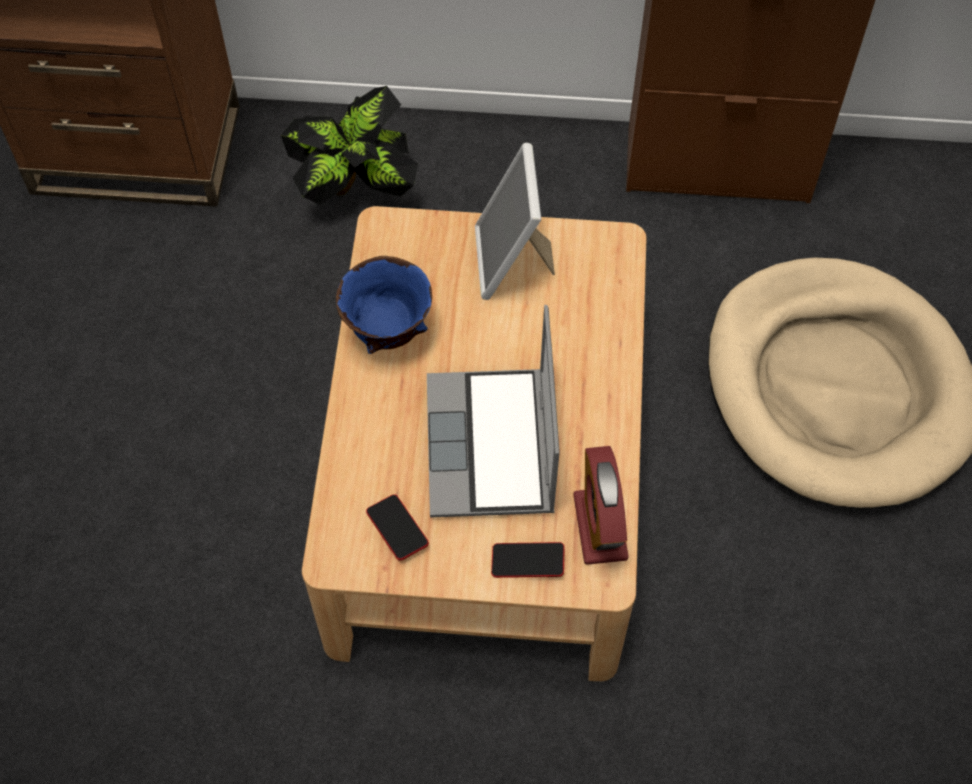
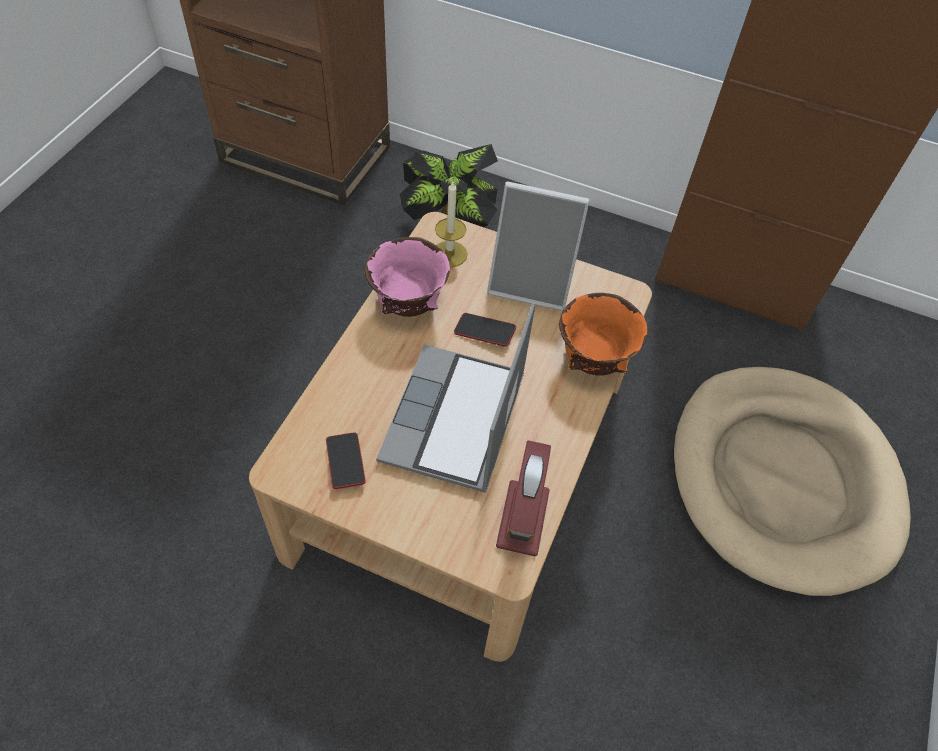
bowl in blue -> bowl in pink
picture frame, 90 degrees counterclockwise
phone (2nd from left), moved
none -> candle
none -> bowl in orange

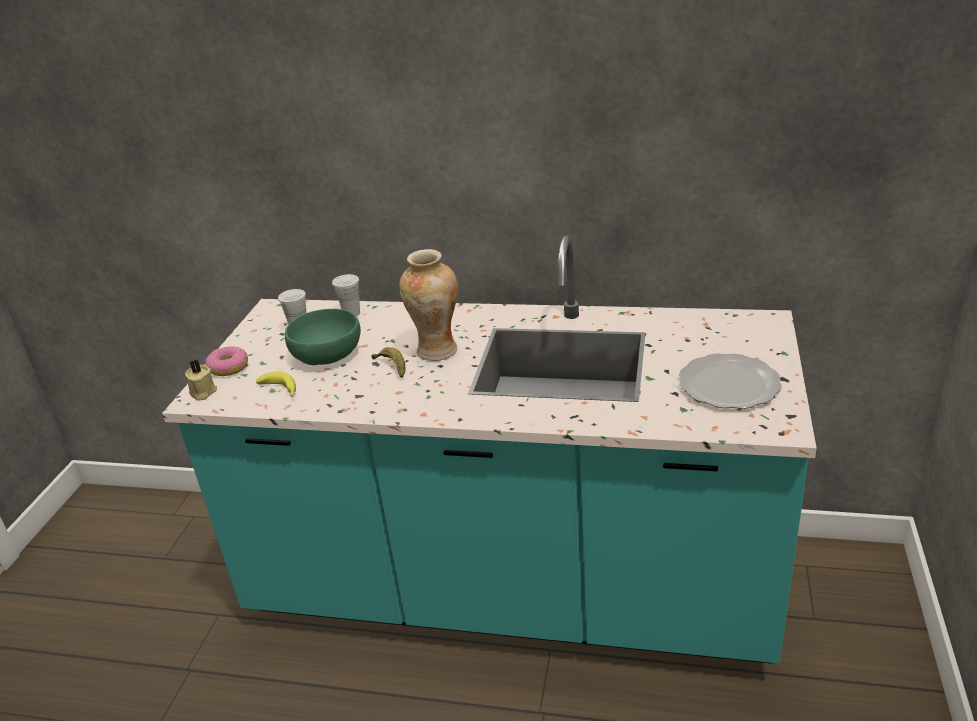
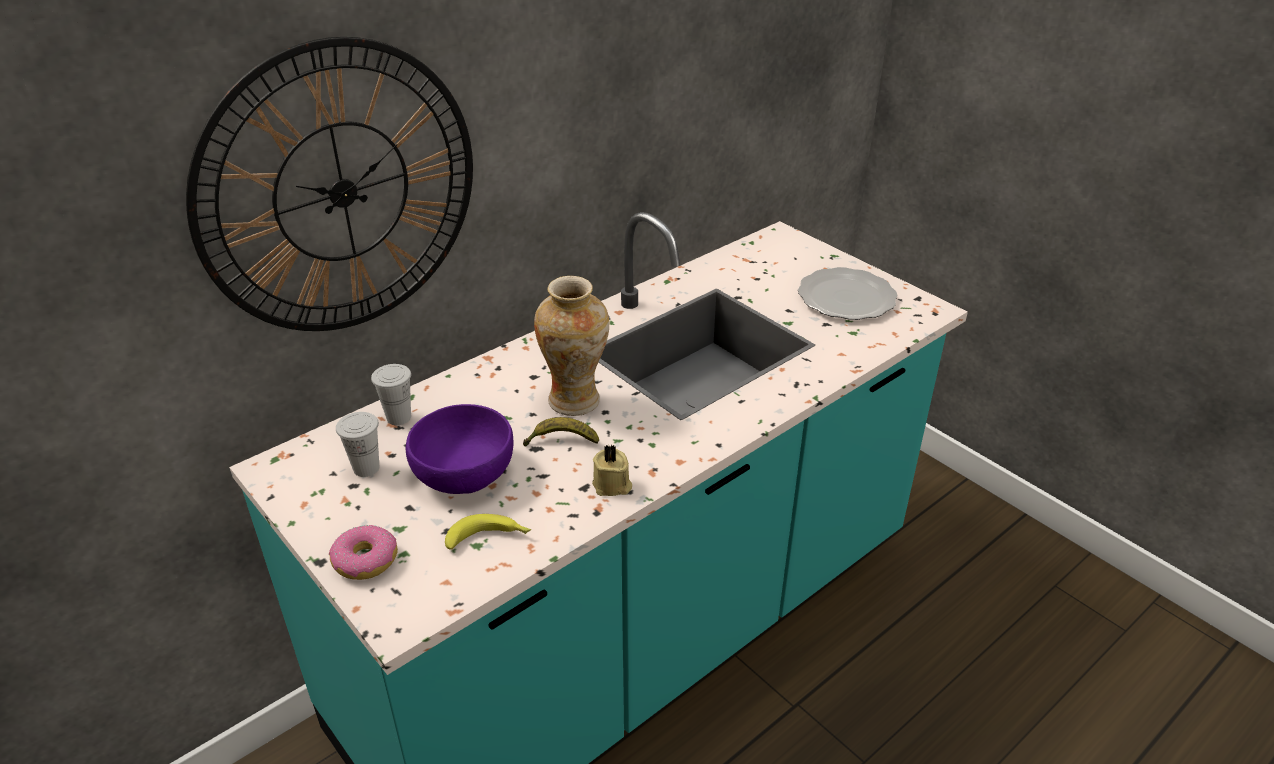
candle in beige, moved
bowl in green -> bowl in purple
none -> wall clock

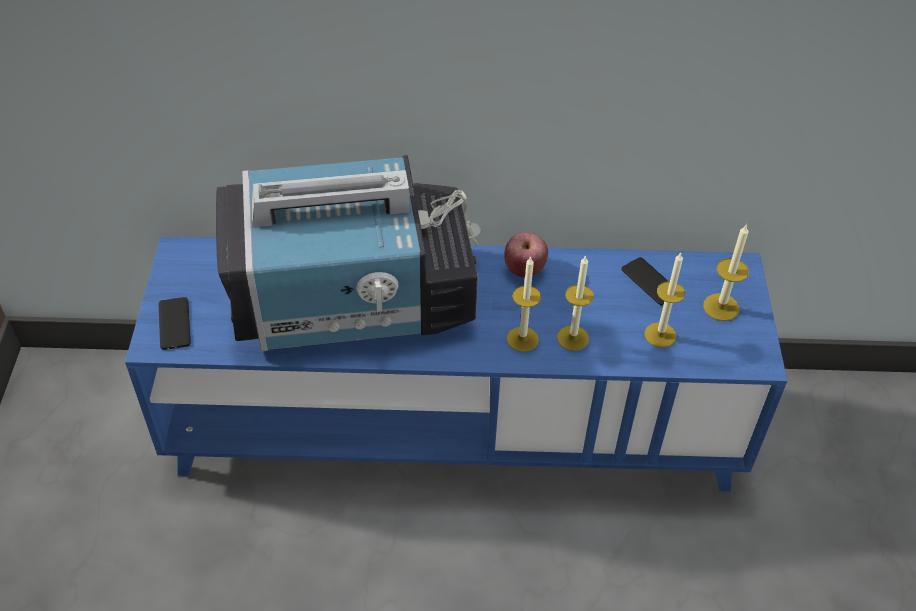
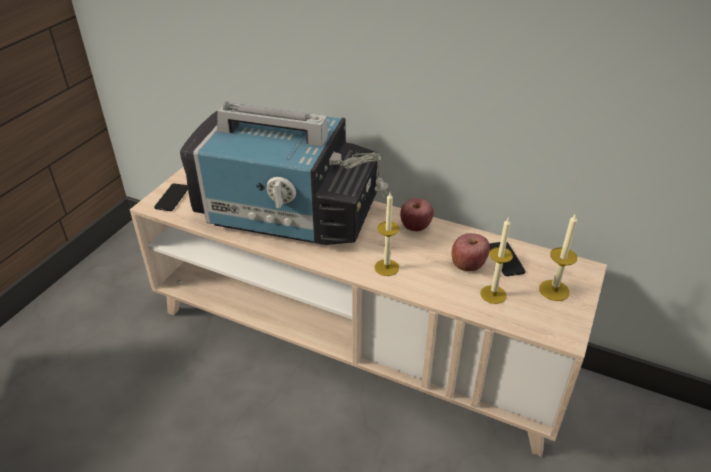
tv stand in blue -> tv stand in beige
candle (2nd from left) -> none
none -> apple (2nd from left)

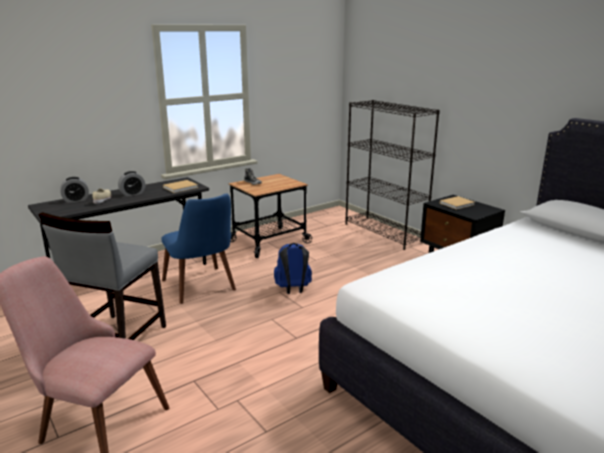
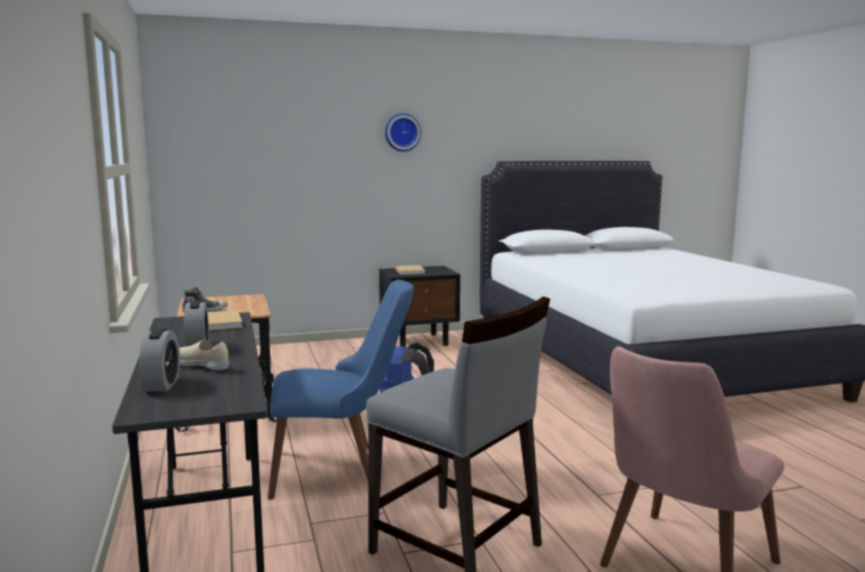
bookcase in black -> none
none -> wall clock

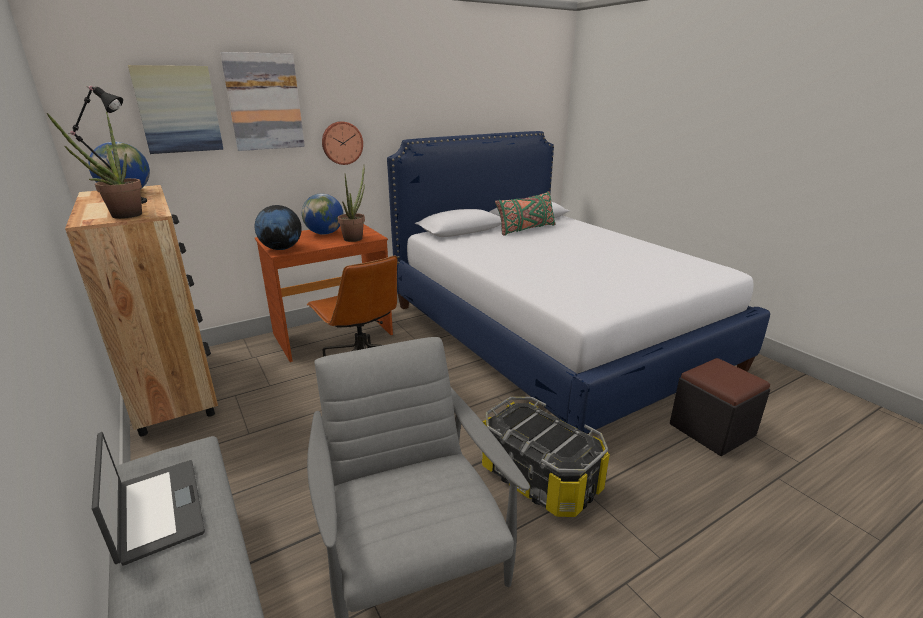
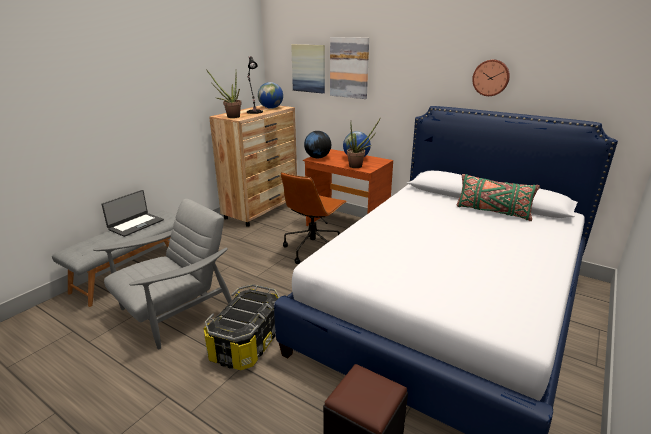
wall clock, moved

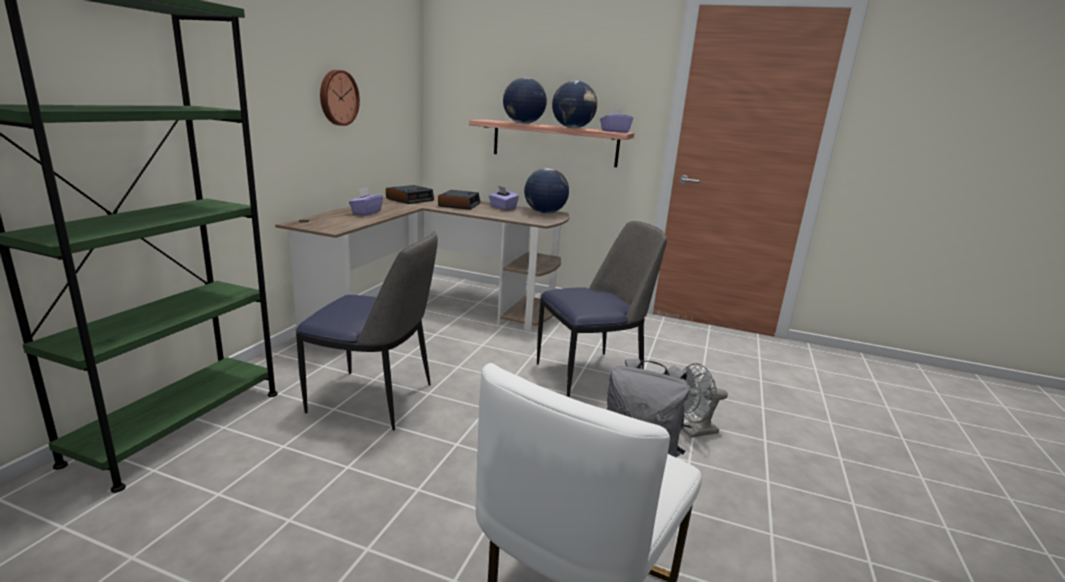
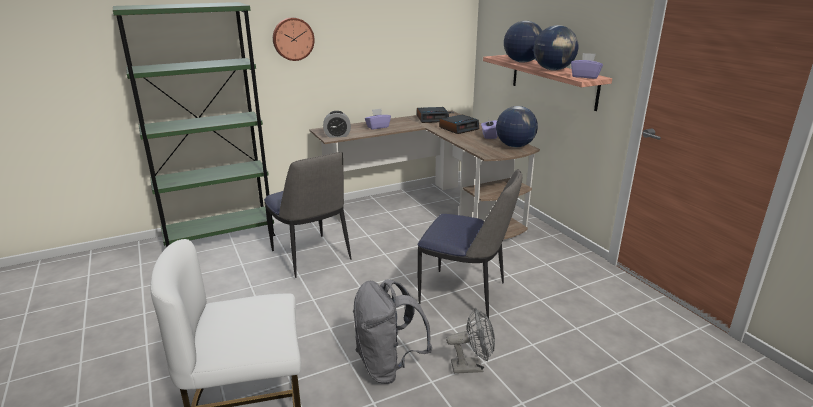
wall clock, moved
fan in grey, 150 degrees clockwise
none -> alarm clock (1st from left)

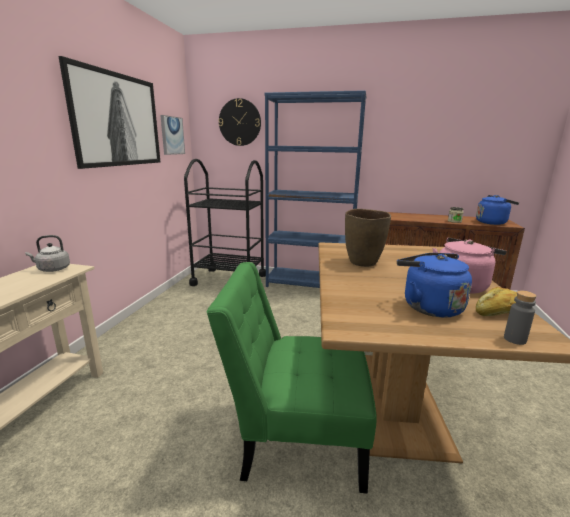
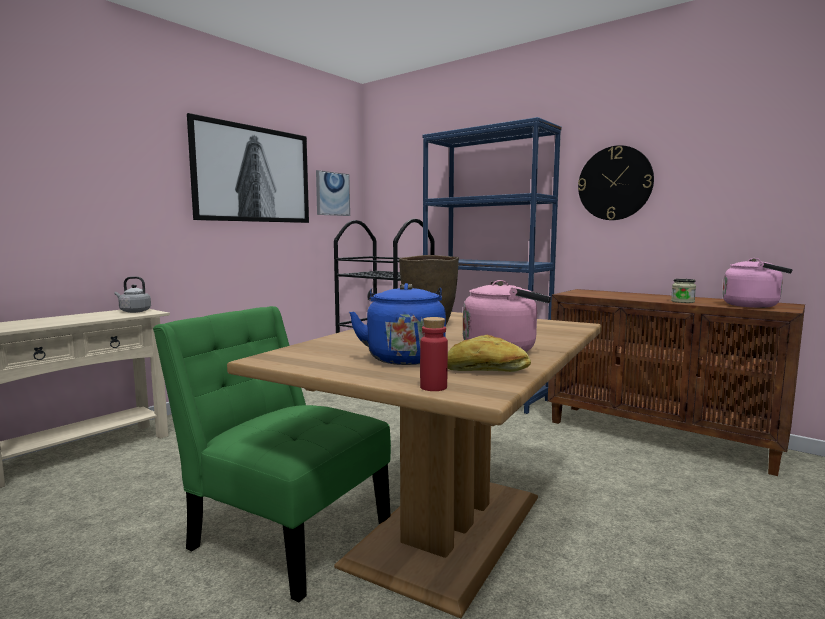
wall clock, moved
kettle in blue (2nd from left) -> kettle in pink (2nd from left)
bottle in grey -> bottle in red

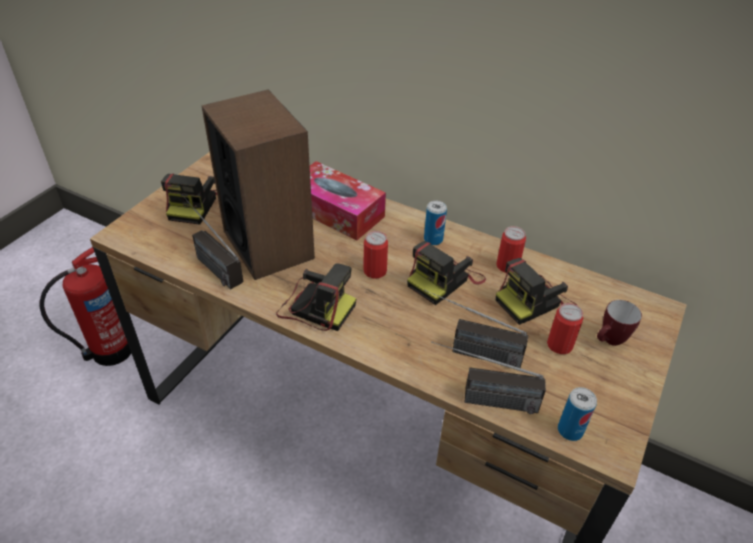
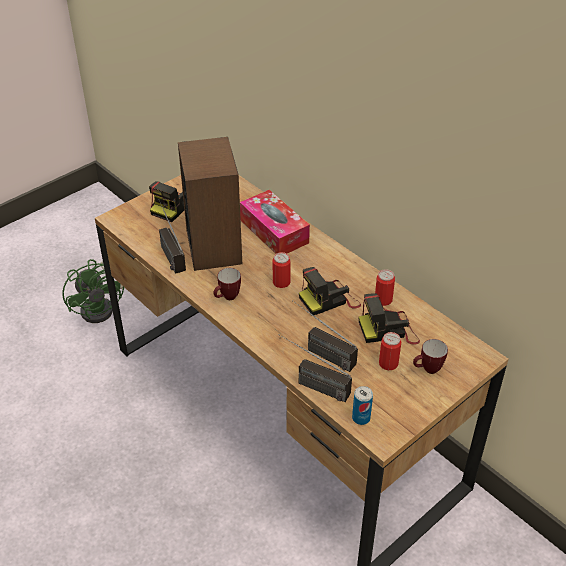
fire extinguisher -> fan in green
photo camera (2nd from left) -> mug (1st from left)
can (2nd from left) -> none

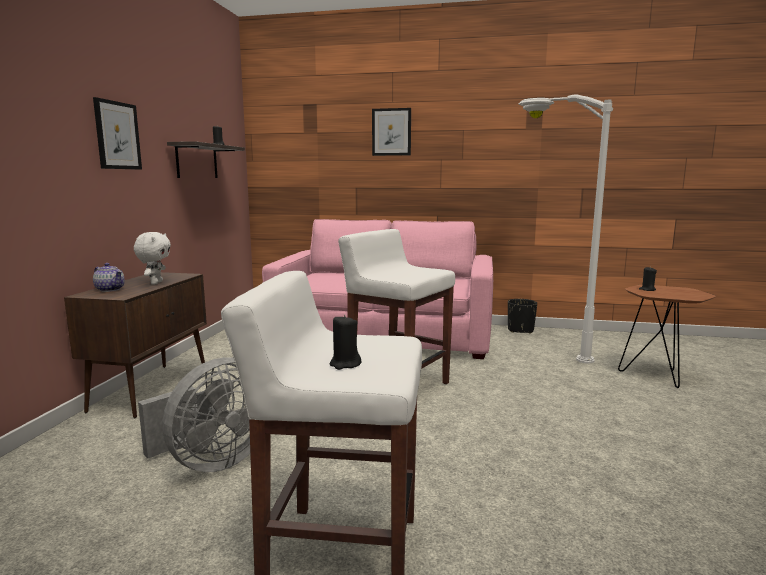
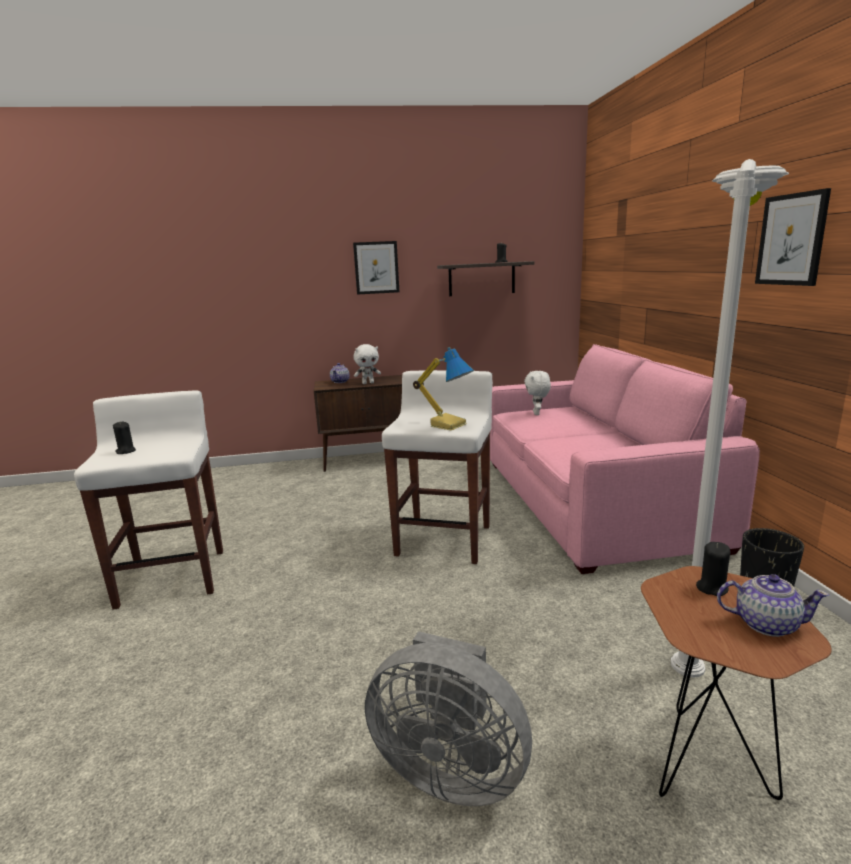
fan in grey, moved
picture (2nd from left), moved
none -> table lamp
none -> plush toy in white (2nd from left)
none -> teapot (2nd from left)

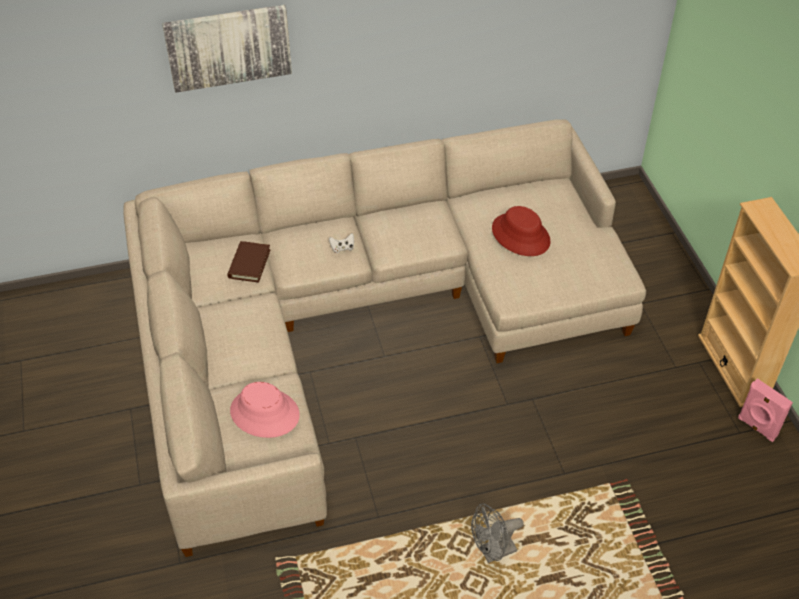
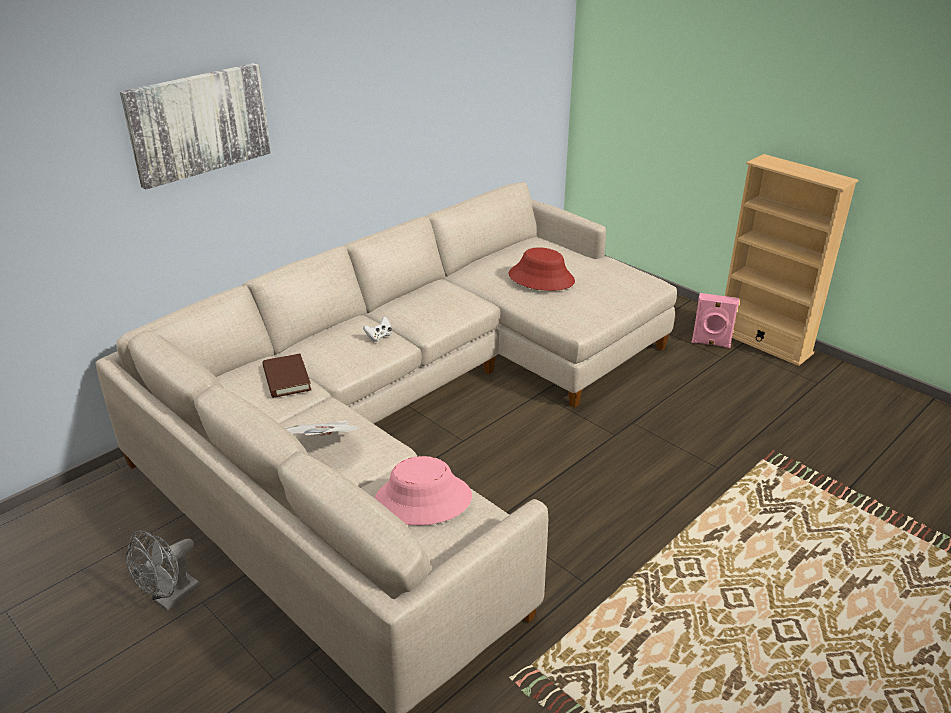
fan in grey, moved
speaker in pink, moved
none -> newspaper

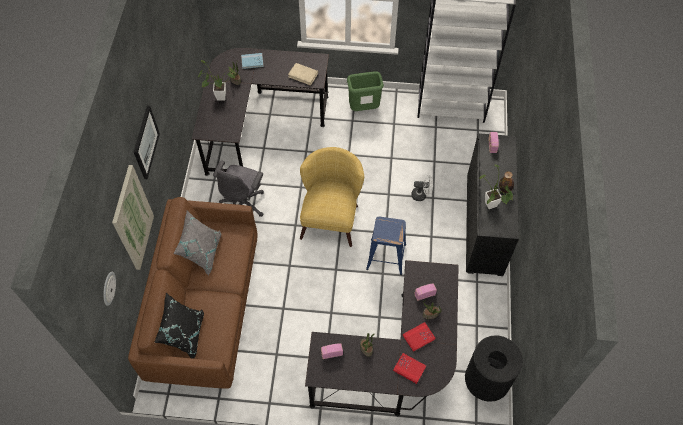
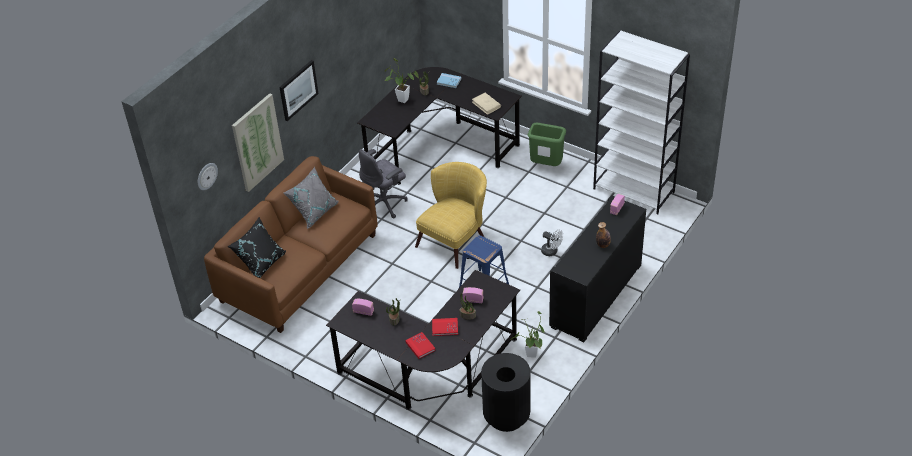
potted plant (5th from left), moved

